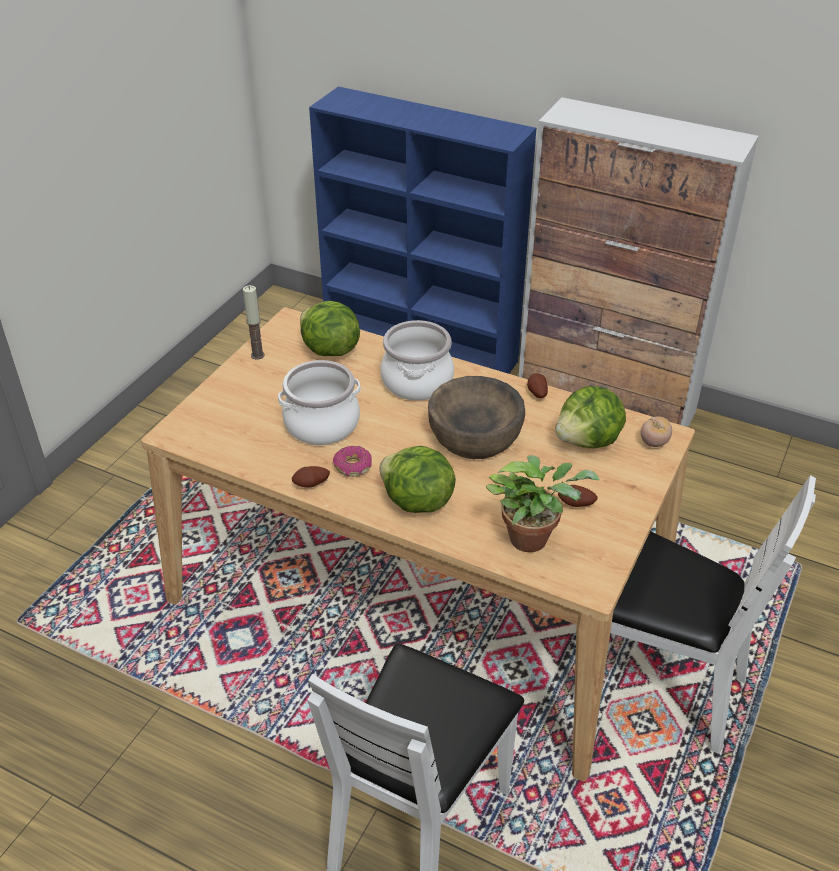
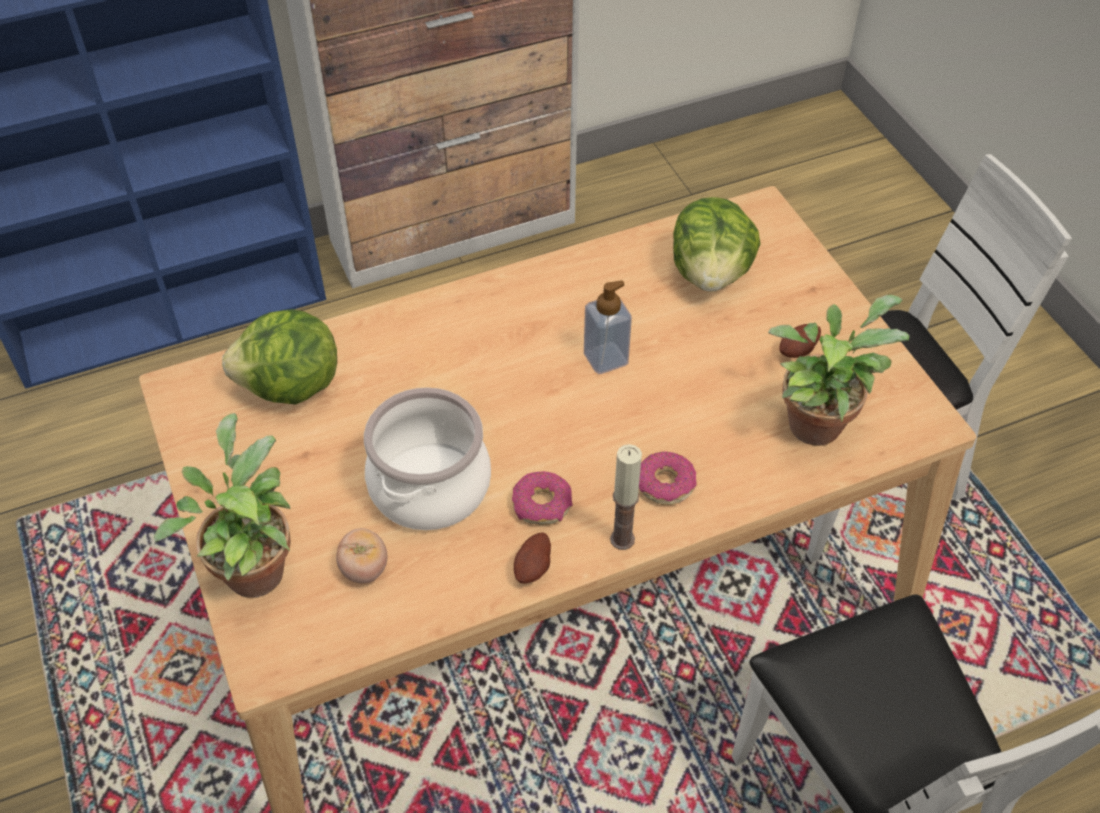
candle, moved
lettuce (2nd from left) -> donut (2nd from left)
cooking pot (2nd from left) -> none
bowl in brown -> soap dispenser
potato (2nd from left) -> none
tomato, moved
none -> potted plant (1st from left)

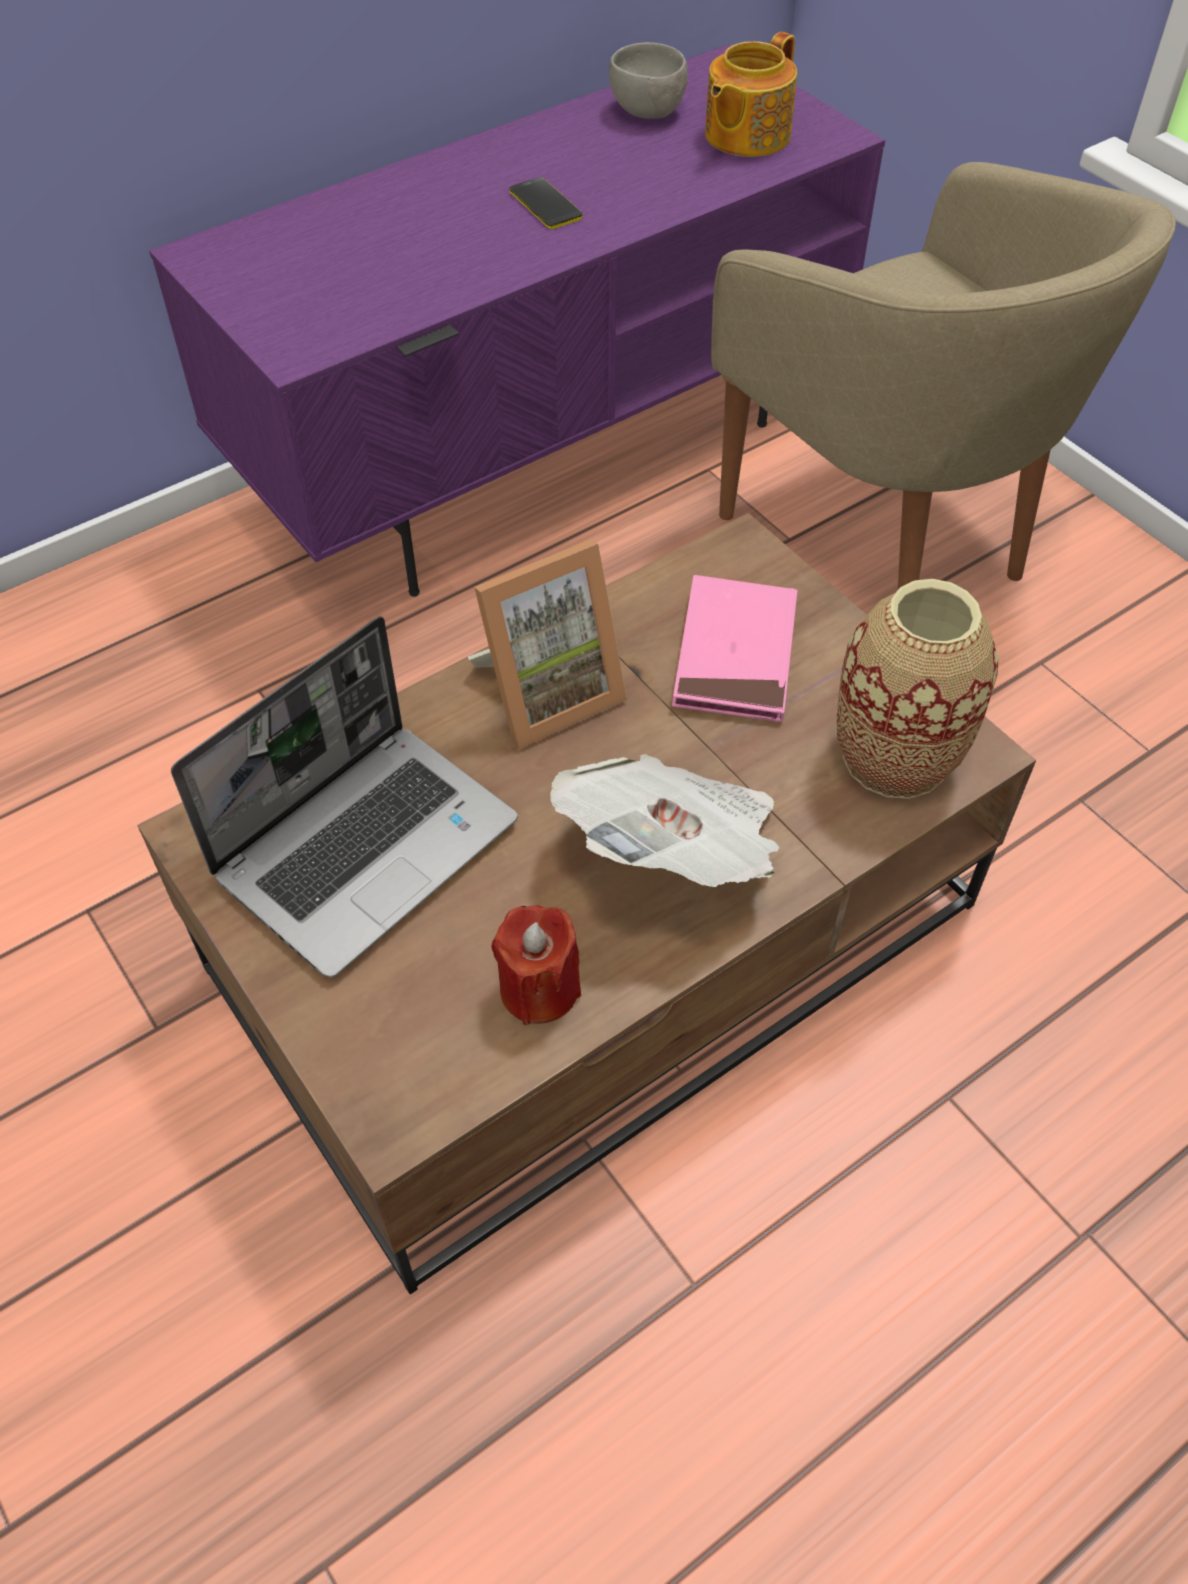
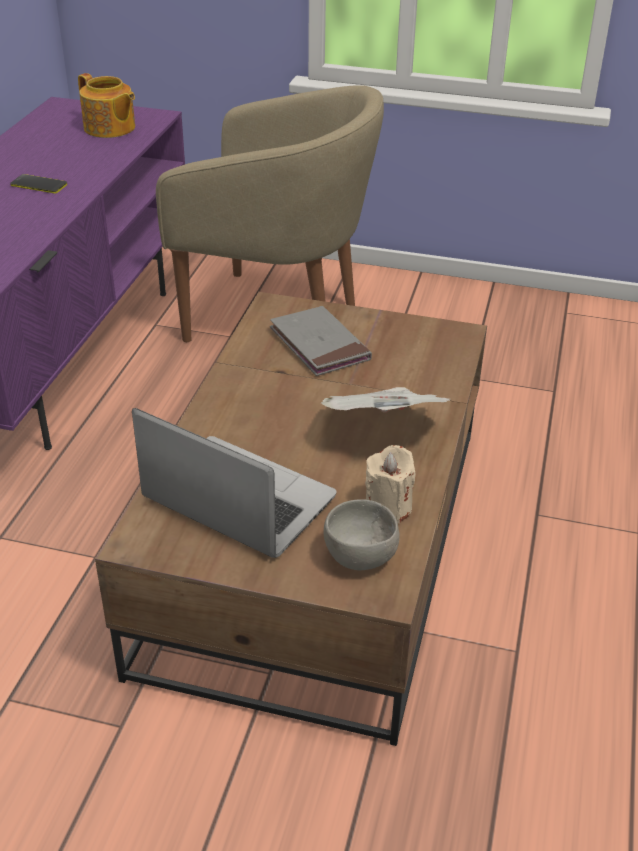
laptop, 60 degrees counterclockwise
picture frame -> none
candle in red -> candle in beige
bowl in grey, moved
book in pink -> book in grey
teapot, 45 degrees counterclockwise
vase -> none

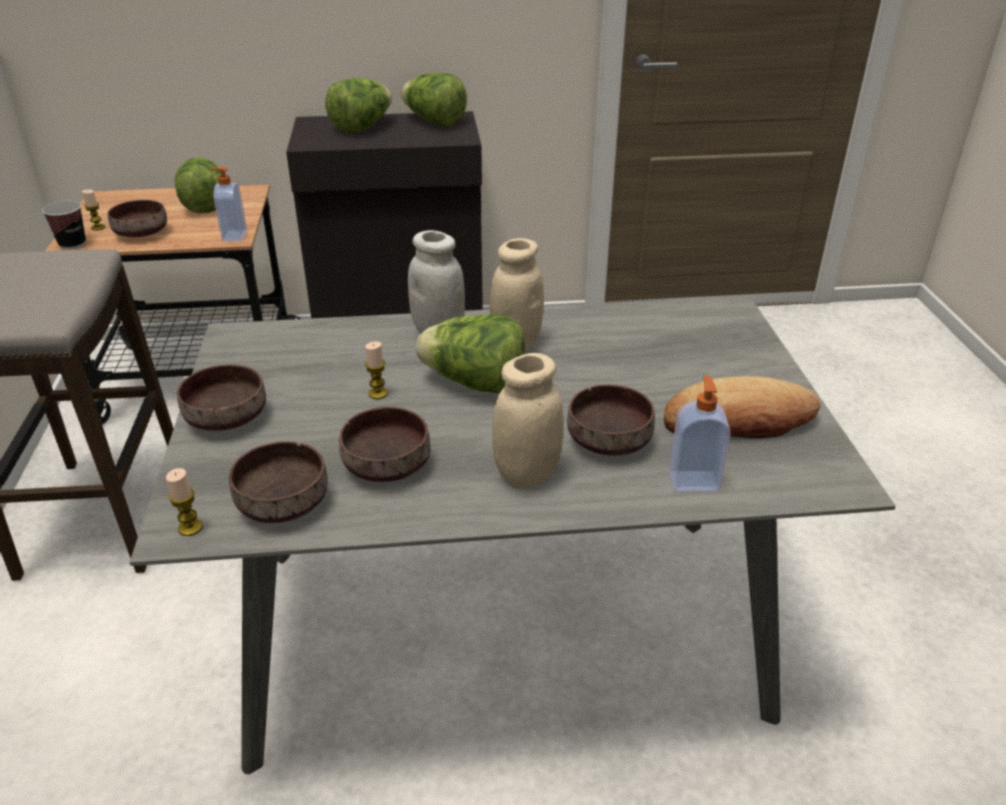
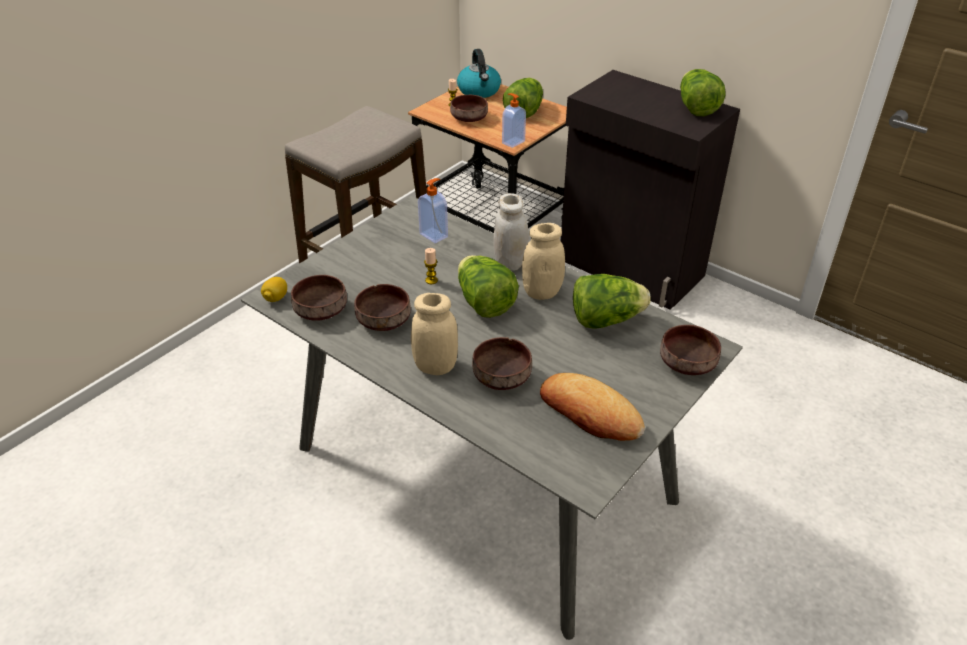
cup -> none
candle (2nd from left) -> lemon
bowl in brown (2nd from left in the first image) -> bowl in brown (5th from left), moved
lettuce (2nd from left in the first image) -> lettuce (3rd from left), moved
soap dispenser (2nd from left in the first image) -> soap dispenser (1st from left), moved
none -> kettle

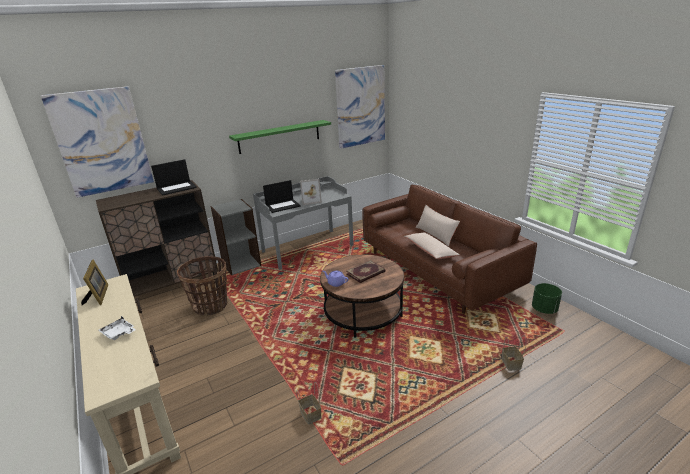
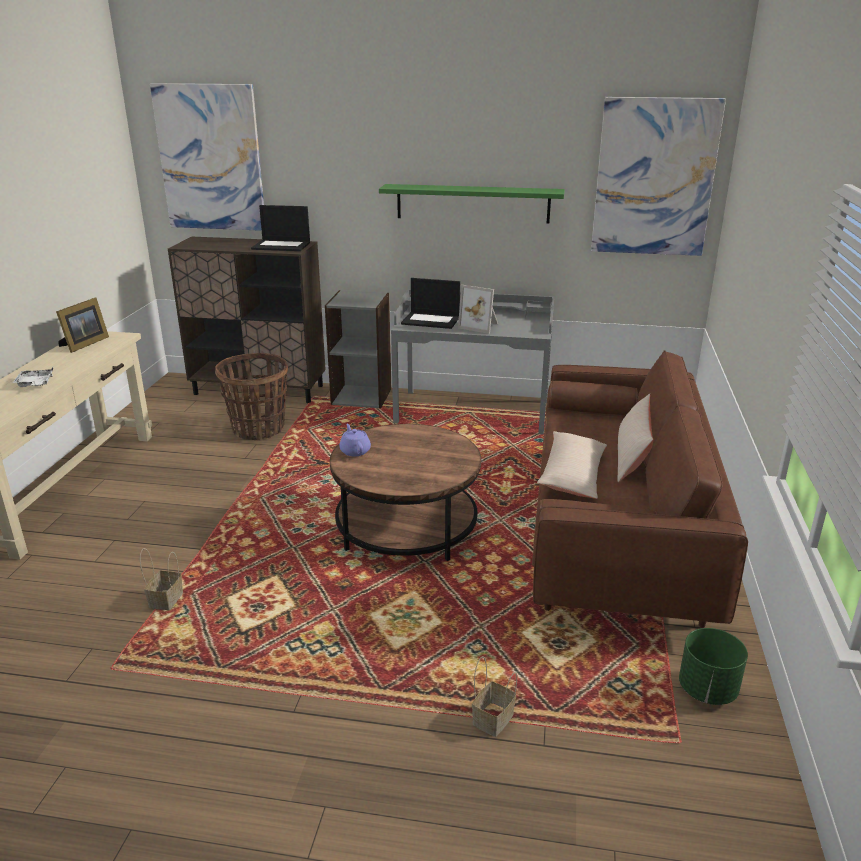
book -> none

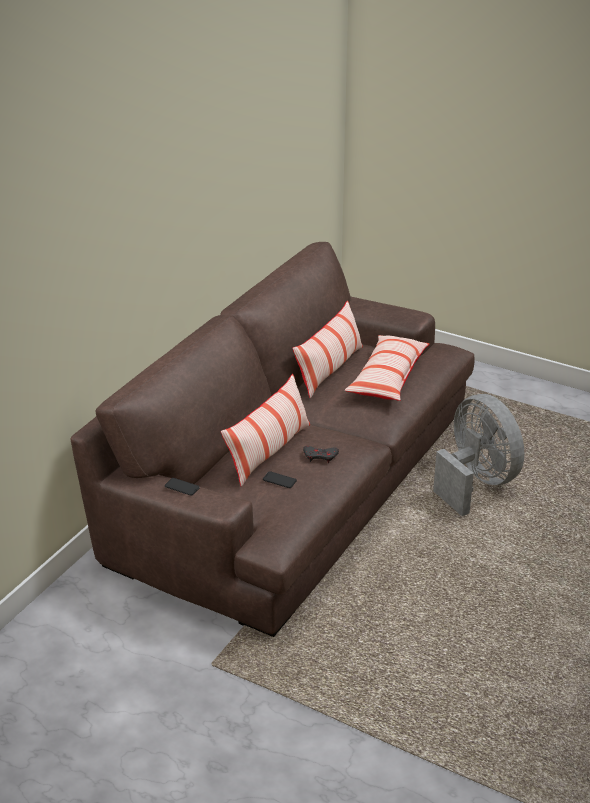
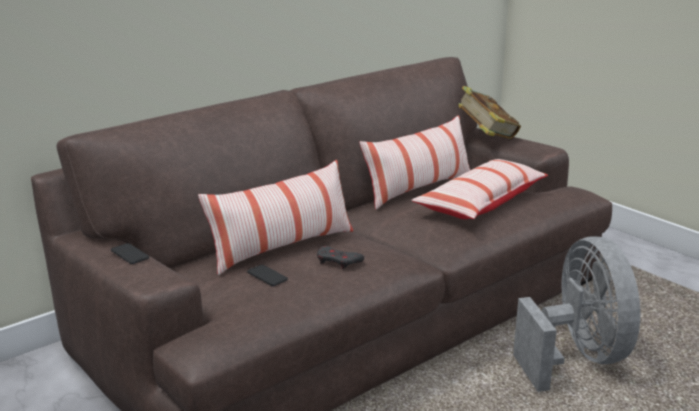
none -> book

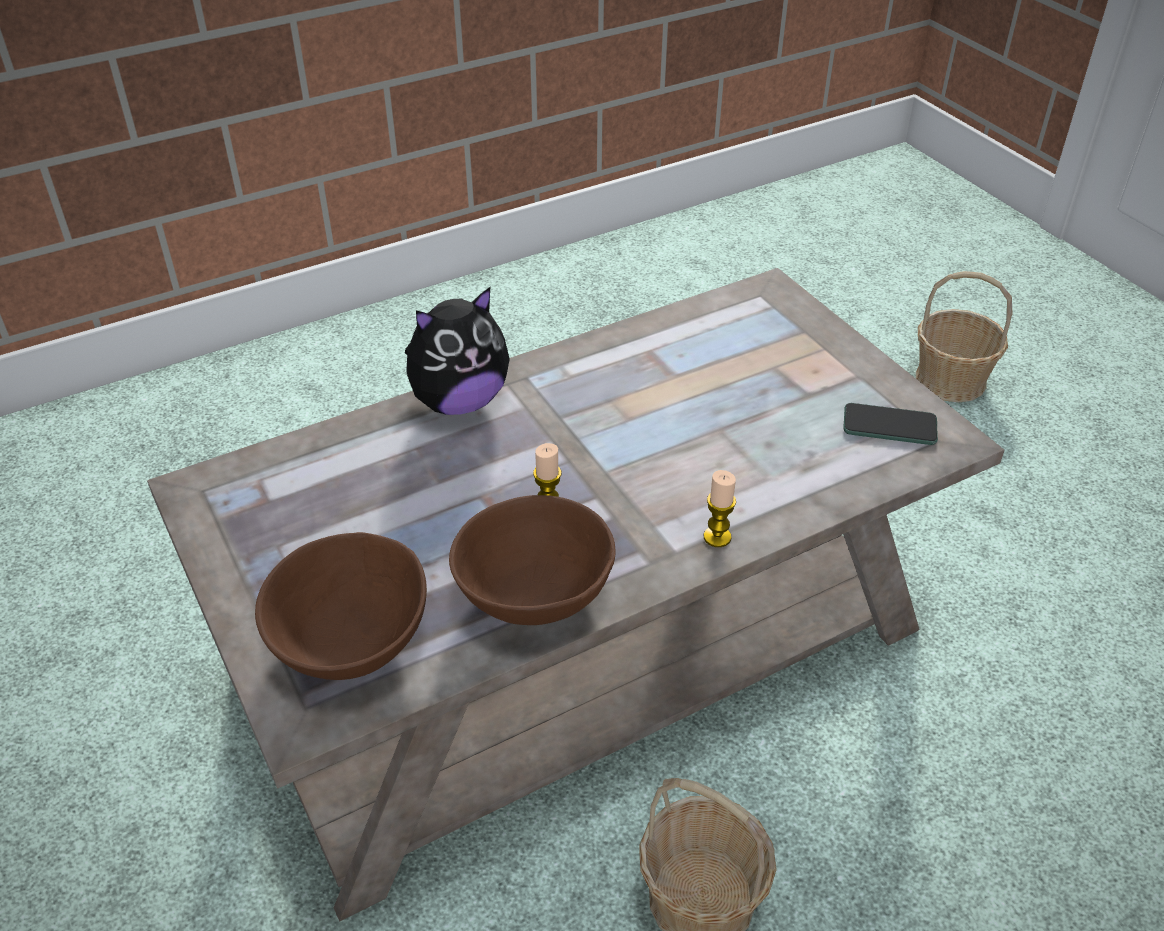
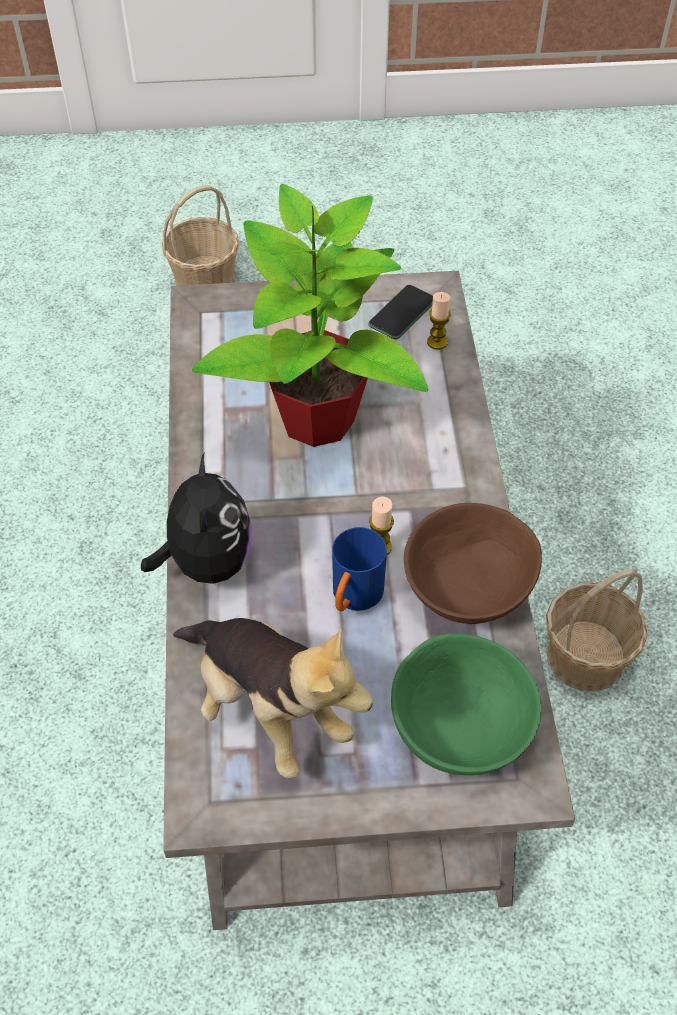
bowl in brown (1st from left) -> bowl in green
candle (2nd from left), moved
none -> plush toy (2nd from left)
none -> potted plant
none -> mug in blue

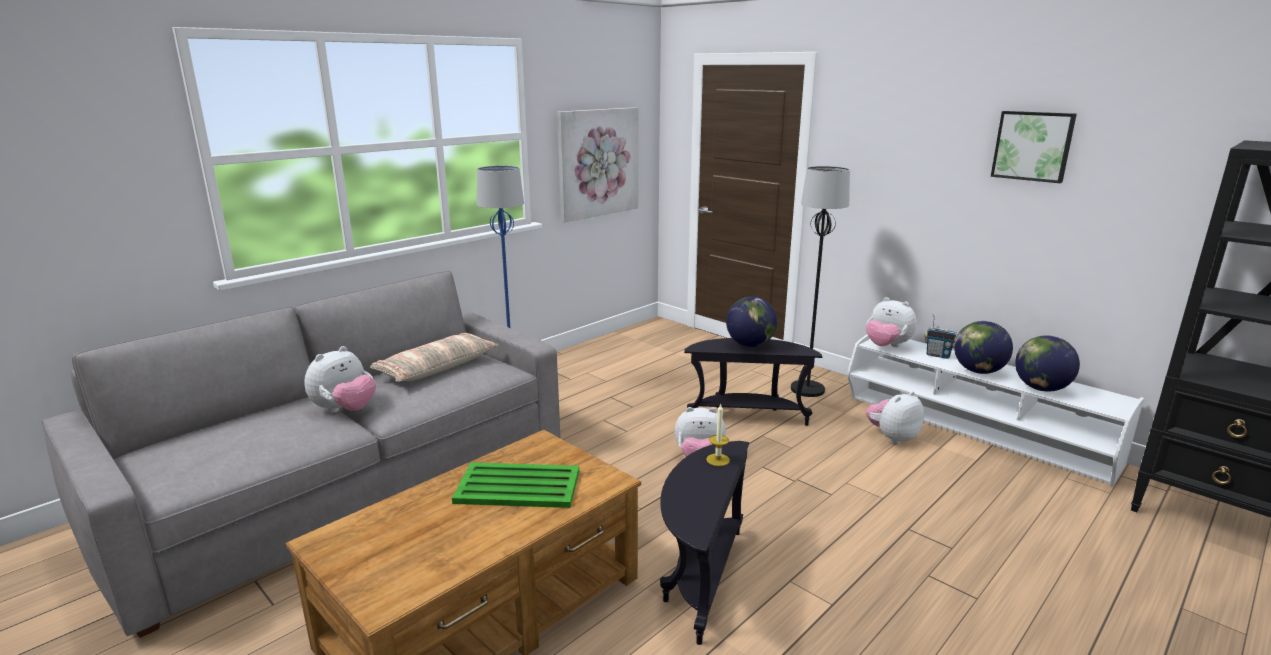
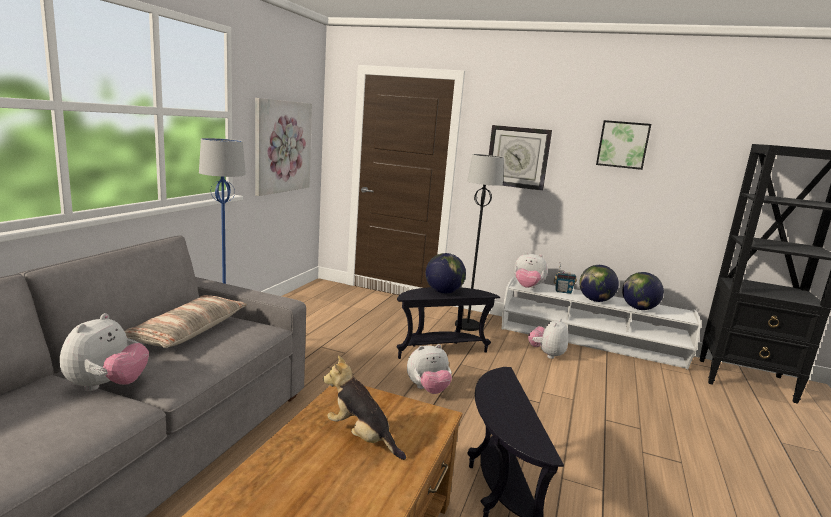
tray in green -> plush toy (2nd from left)
candle -> none
none -> wall clock

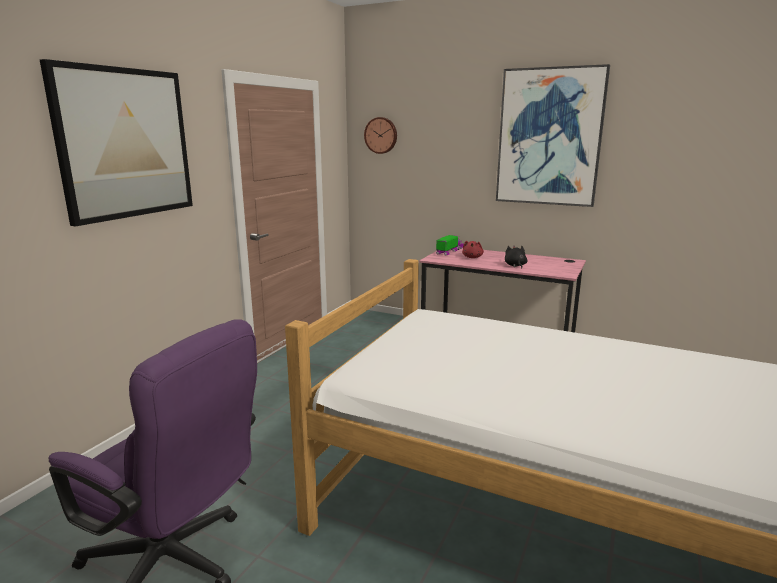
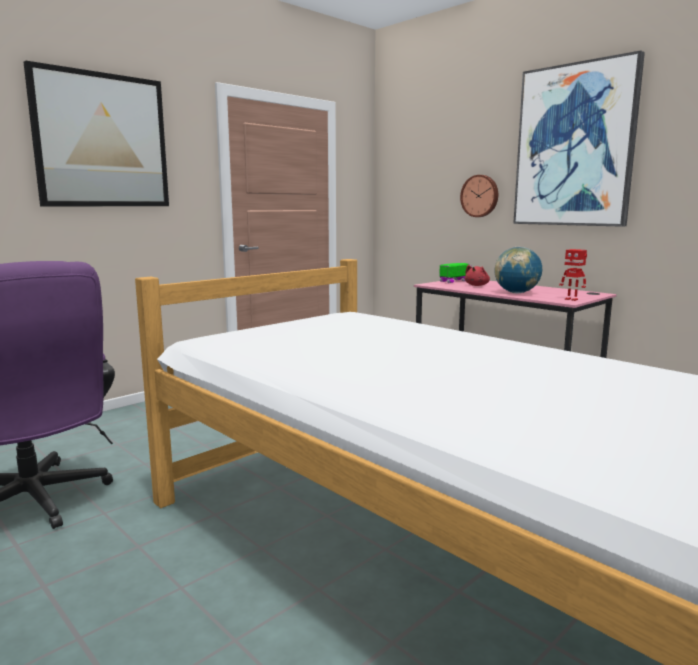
wall clock, moved
plush toy in black -> globe
none -> toy robot

